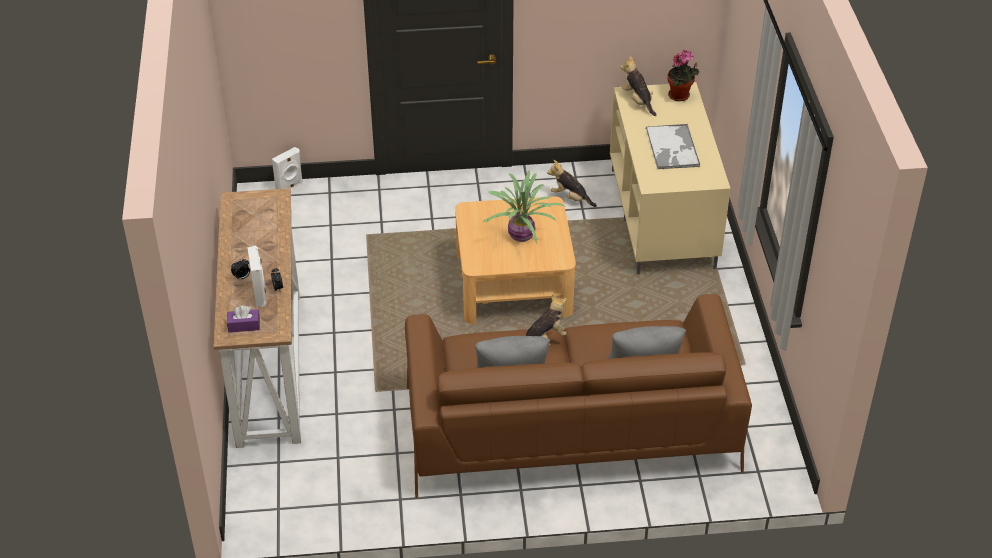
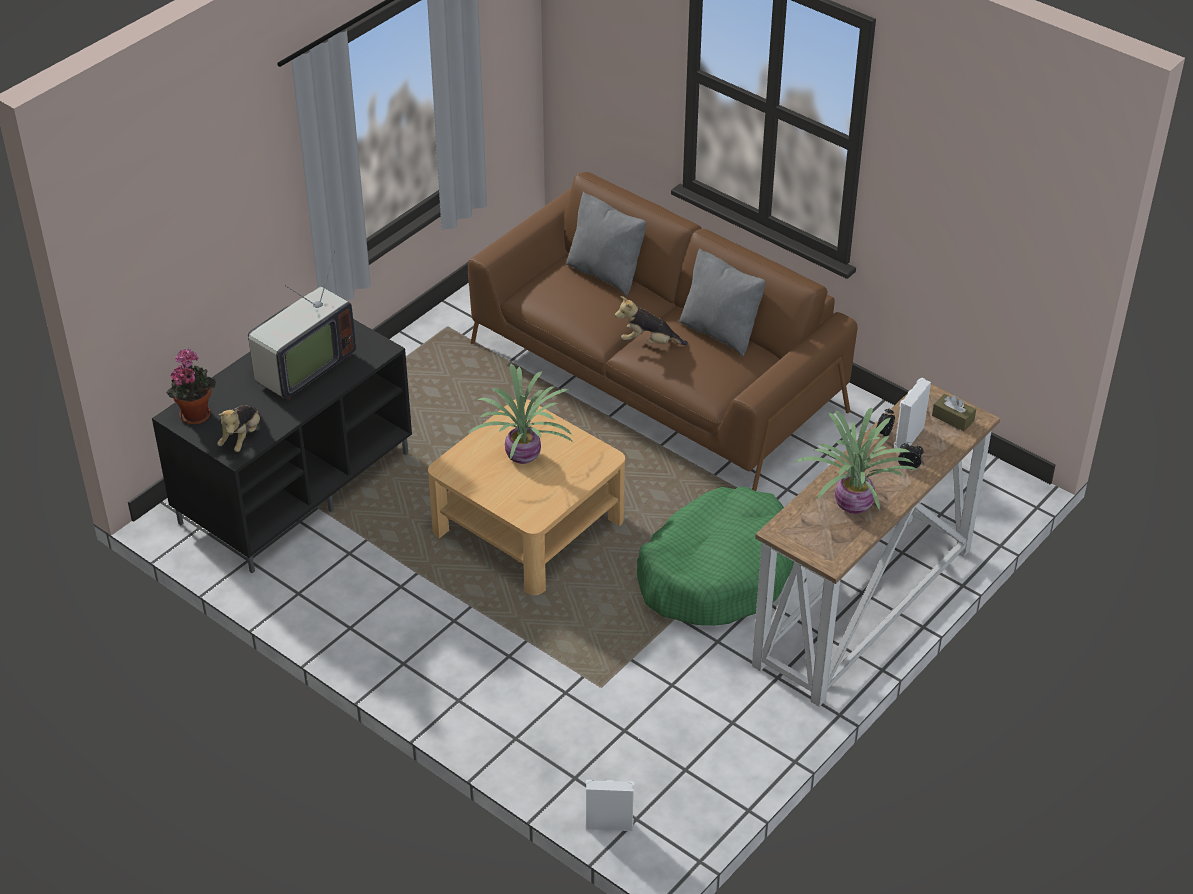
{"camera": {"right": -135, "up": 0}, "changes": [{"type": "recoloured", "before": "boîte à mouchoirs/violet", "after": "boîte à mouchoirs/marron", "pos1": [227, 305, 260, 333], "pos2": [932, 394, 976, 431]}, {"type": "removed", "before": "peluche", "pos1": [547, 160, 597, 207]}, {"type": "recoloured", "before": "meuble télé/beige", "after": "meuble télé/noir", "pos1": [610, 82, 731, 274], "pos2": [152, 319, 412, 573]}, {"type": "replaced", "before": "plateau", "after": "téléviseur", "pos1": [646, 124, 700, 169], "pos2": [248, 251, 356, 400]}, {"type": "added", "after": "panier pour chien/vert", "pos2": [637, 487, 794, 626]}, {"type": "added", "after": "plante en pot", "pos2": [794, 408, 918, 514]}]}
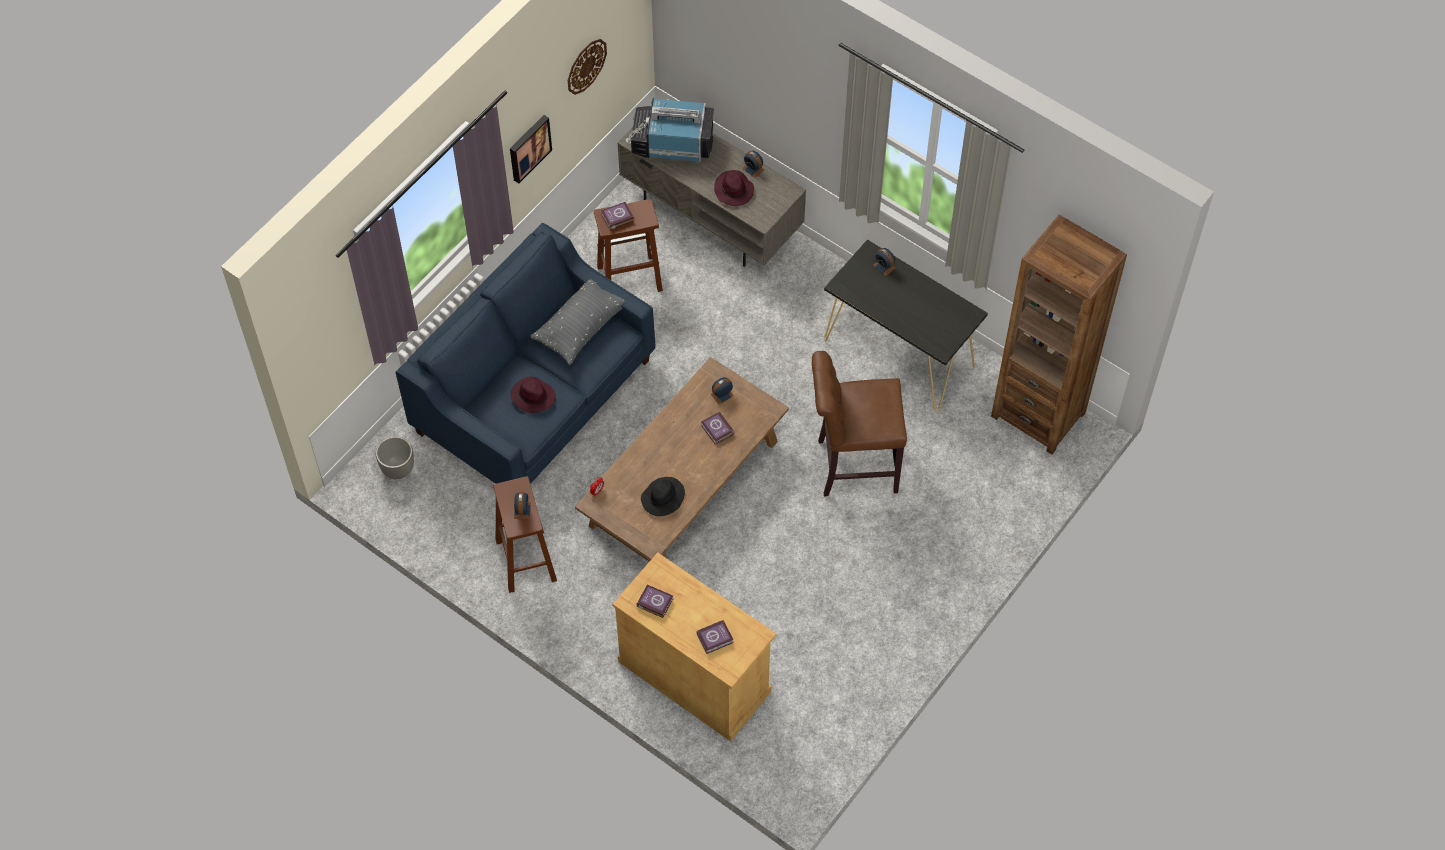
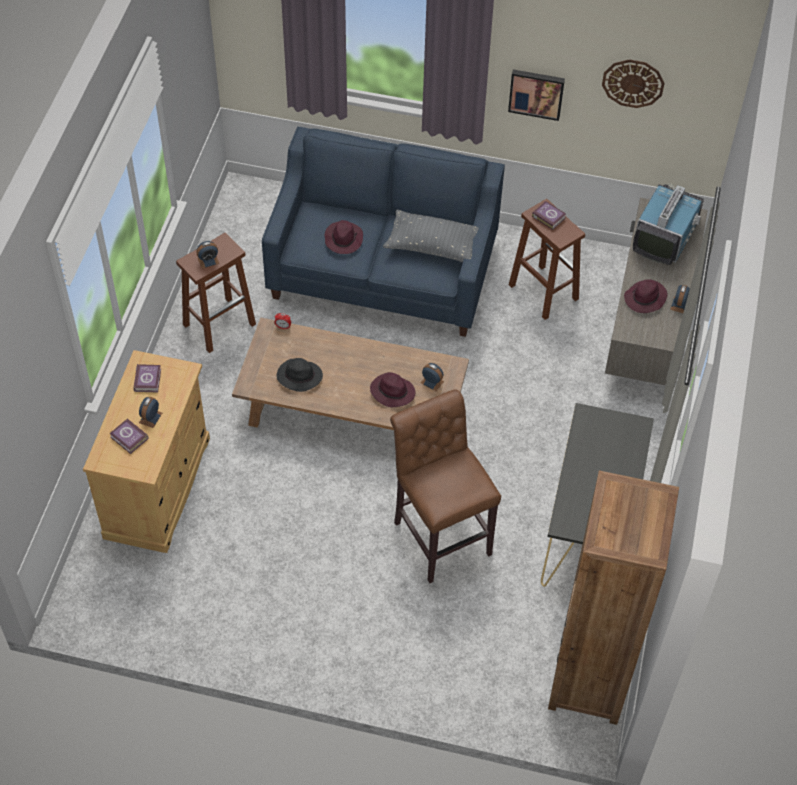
{"camera": {"right": 65, "up": -5}, "changes": [{"type": "removed", "before": "cache-pot", "pos1": [376, 436, 414, 479]}, {"type": "turned", "before": "téléviseur", "pos1": [626, 98, 714, 162], "pos2": [633, 183, 704, 265], "turn": 45}, {"type": "replaced", "before": "livre", "after": "chapeau/violet", "pos1": [701, 411, 734, 445], "pos2": [370, 372, 416, 407]}, {"type": "moved", "before": "réveil", "pos1": [873, 248, 896, 276], "pos2": [139, 397, 162, 428]}]}
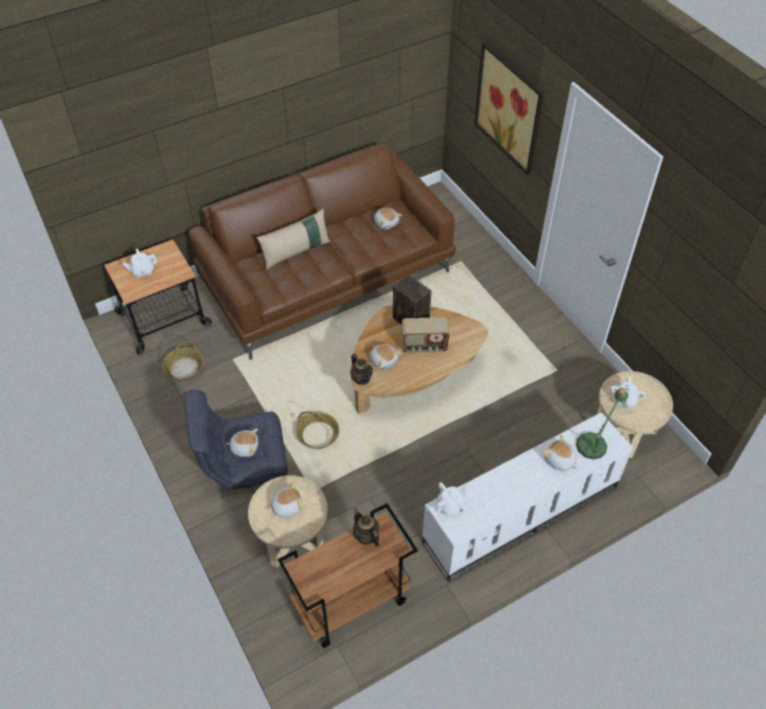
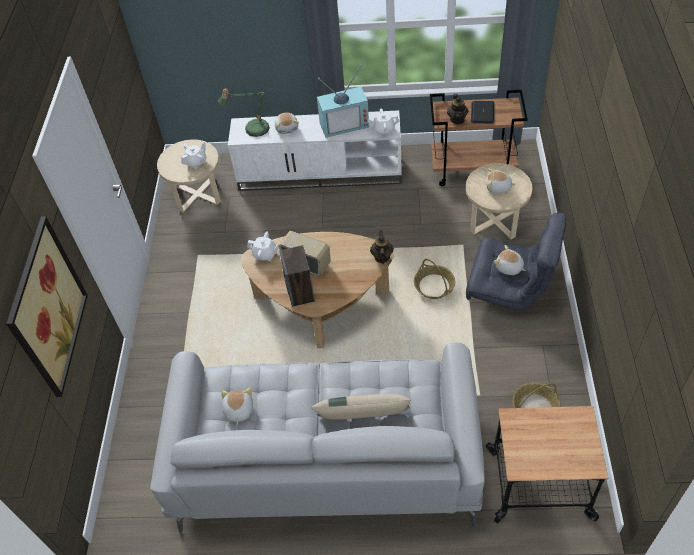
{"camera": {"right": -145, "up": 0}, "changes": [{"type": "moved", "before": "théière/blanc", "pos1": [122, 249, 158, 277], "pos2": [247, 231, 279, 261]}, {"type": "recoloured", "before": "canapé/marron", "after": "canapé/gris", "pos1": [188, 143, 456, 360], "pos2": [150, 342, 485, 533]}, {"type": "removed", "before": "peluche", "pos1": [370, 344, 402, 370]}, {"type": "added", "after": "téléviseur", "pos2": [317, 65, 369, 138]}, {"type": "added", "after": "ordinateur portable", "pos2": [471, 101, 494, 124]}]}
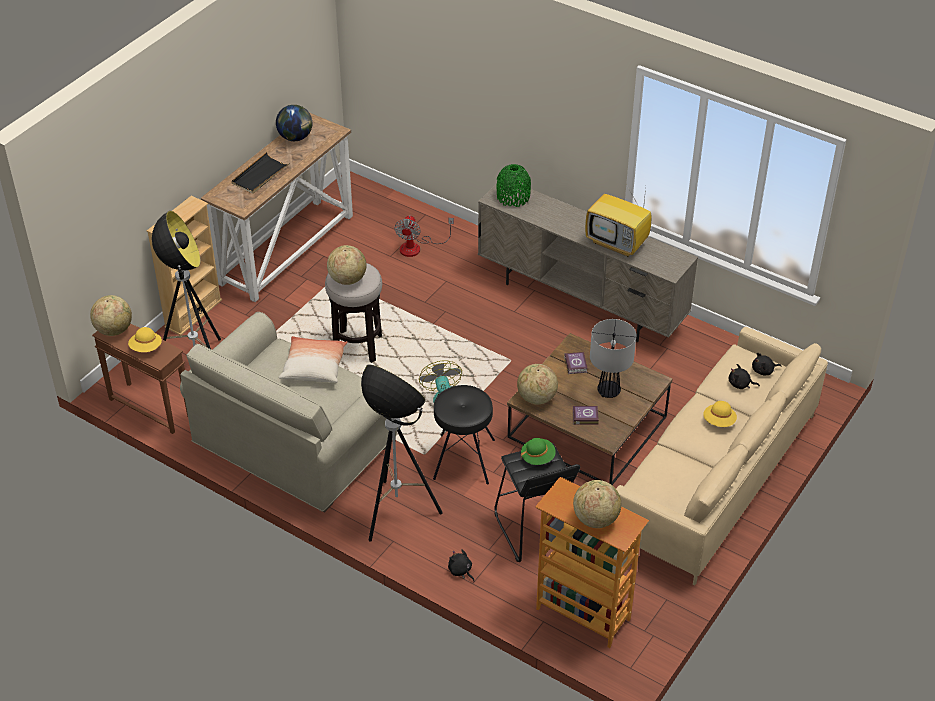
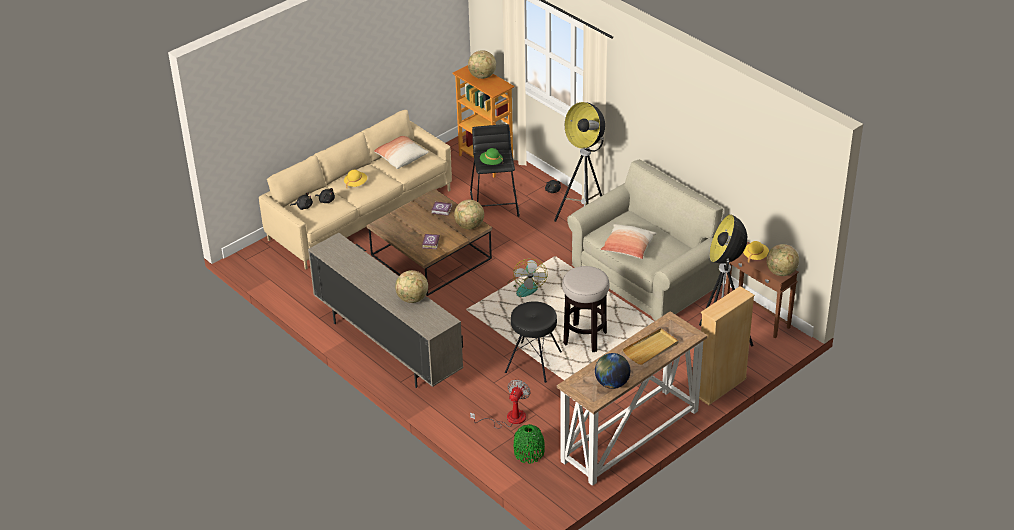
{"camera": {"right": -165, "up": -5}, "changes": [{"type": "recoloured", "before": "plateau/noir", "after": "plateau/beige", "pos1": [231, 152, 290, 194], "pos2": [623, 328, 678, 365]}, {"type": "moved", "before": "globe", "pos1": [327, 245, 367, 285], "pos2": [395, 270, 428, 303]}, {"type": "moved", "before": "tabouret/noir", "pos1": [433, 385, 495, 485], "pos2": [505, 301, 562, 383]}, {"type": "moved", "before": "vase/vert", "pos1": [497, 164, 531, 207], "pos2": [514, 424, 545, 464]}, {"type": "removed", "before": "téléviseur", "pos1": [585, 187, 652, 257]}, {"type": "removed", "before": "lampe de table", "pos1": [590, 319, 636, 398]}, {"type": "added", "after": "coussin", "pos2": [374, 136, 429, 169]}]}
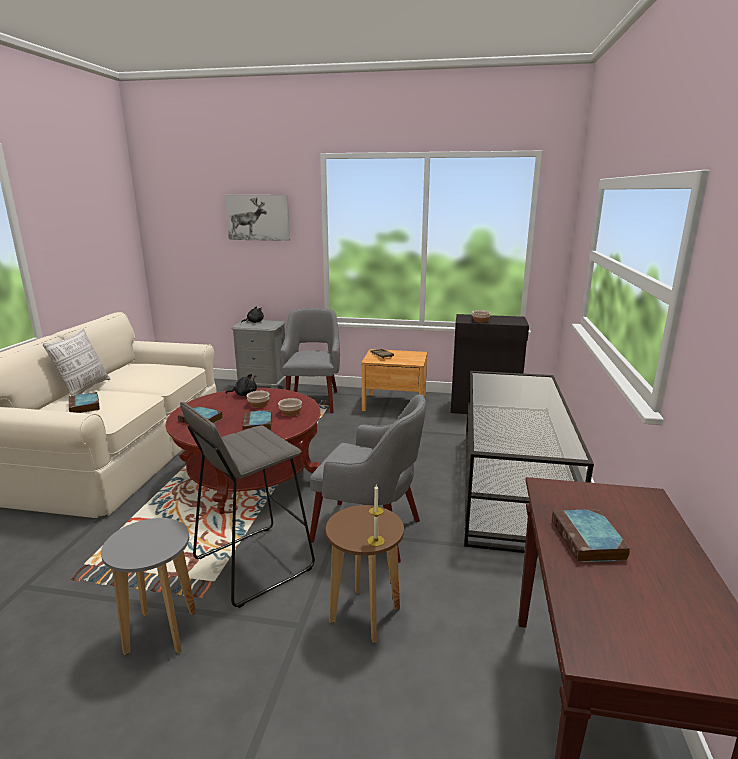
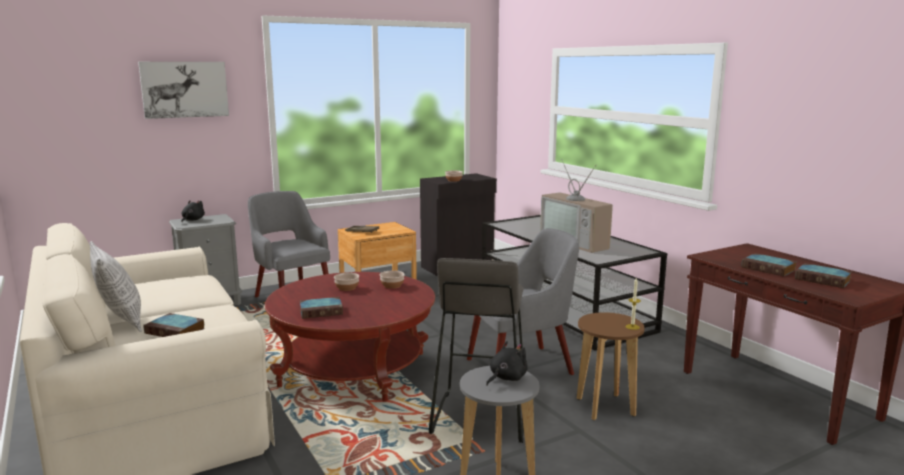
{"camera": {"right": -40, "up": -5}, "changes": [{"type": "moved", "before": "peluche/noir", "pos1": [225, 374, 257, 396], "pos2": [486, 341, 528, 386]}, {"type": "moved", "before": "livre", "pos1": [243, 410, 272, 431], "pos2": [795, 263, 852, 288]}, {"type": "added", "after": "téléviseur", "pos2": [540, 159, 613, 253]}]}
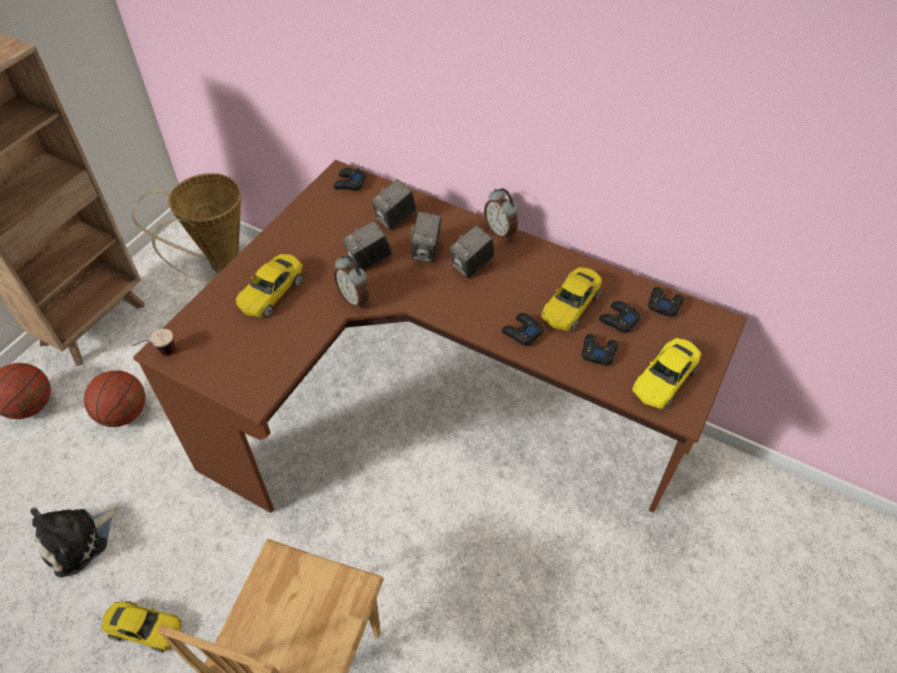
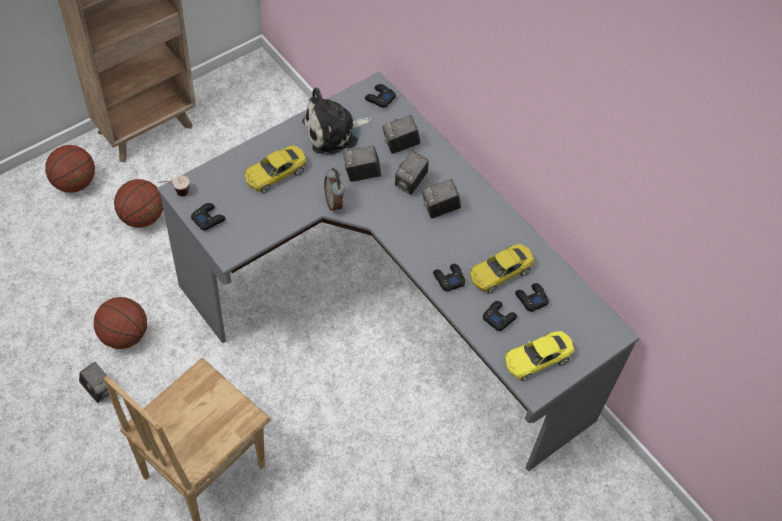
{"camera": {"right": 20, "up": 5}, "changes": [{"type": "moved", "before": "peluche", "pos1": [30, 506, 118, 577], "pos2": [302, 87, 372, 156]}, {"type": "replaced", "before": "petite voiture/jaune", "after": "appareil photo", "pos1": [101, 601, 181, 653], "pos2": [79, 362, 109, 403]}, {"type": "removed", "before": "panier", "pos1": [132, 173, 241, 281]}, {"type": "recoloured", "before": "bureau/marron", "after": "bureau/gris", "pos1": [133, 160, 747, 513], "pos2": [157, 72, 639, 472]}, {"type": "removed", "before": "réveil", "pos1": [484, 188, 518, 241]}, {"type": "moved", "before": "manette/noir", "pos1": [648, 287, 684, 317], "pos2": [191, 203, 225, 230]}, {"type": "added", "after": "ballon de basket", "pos2": [94, 297, 147, 349]}]}
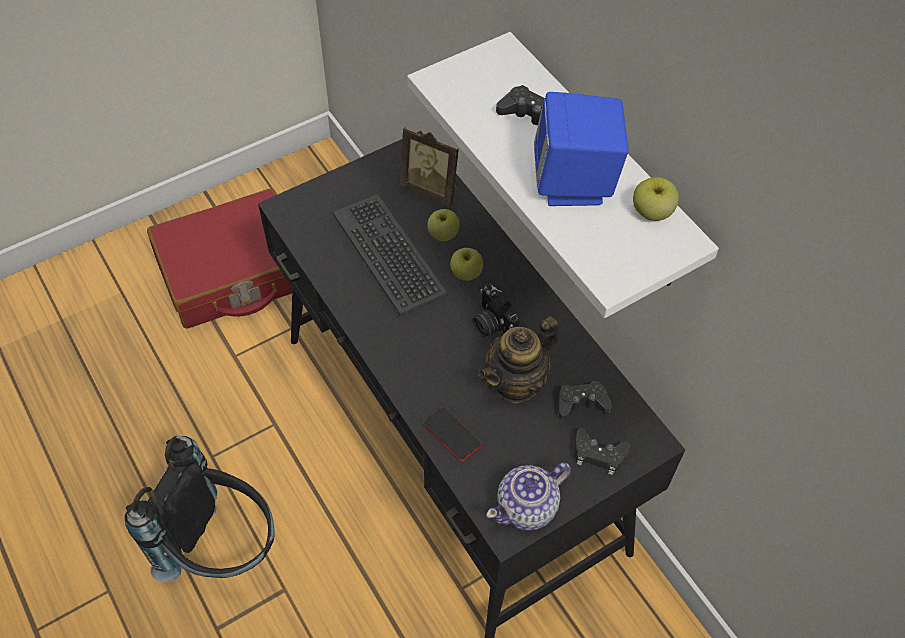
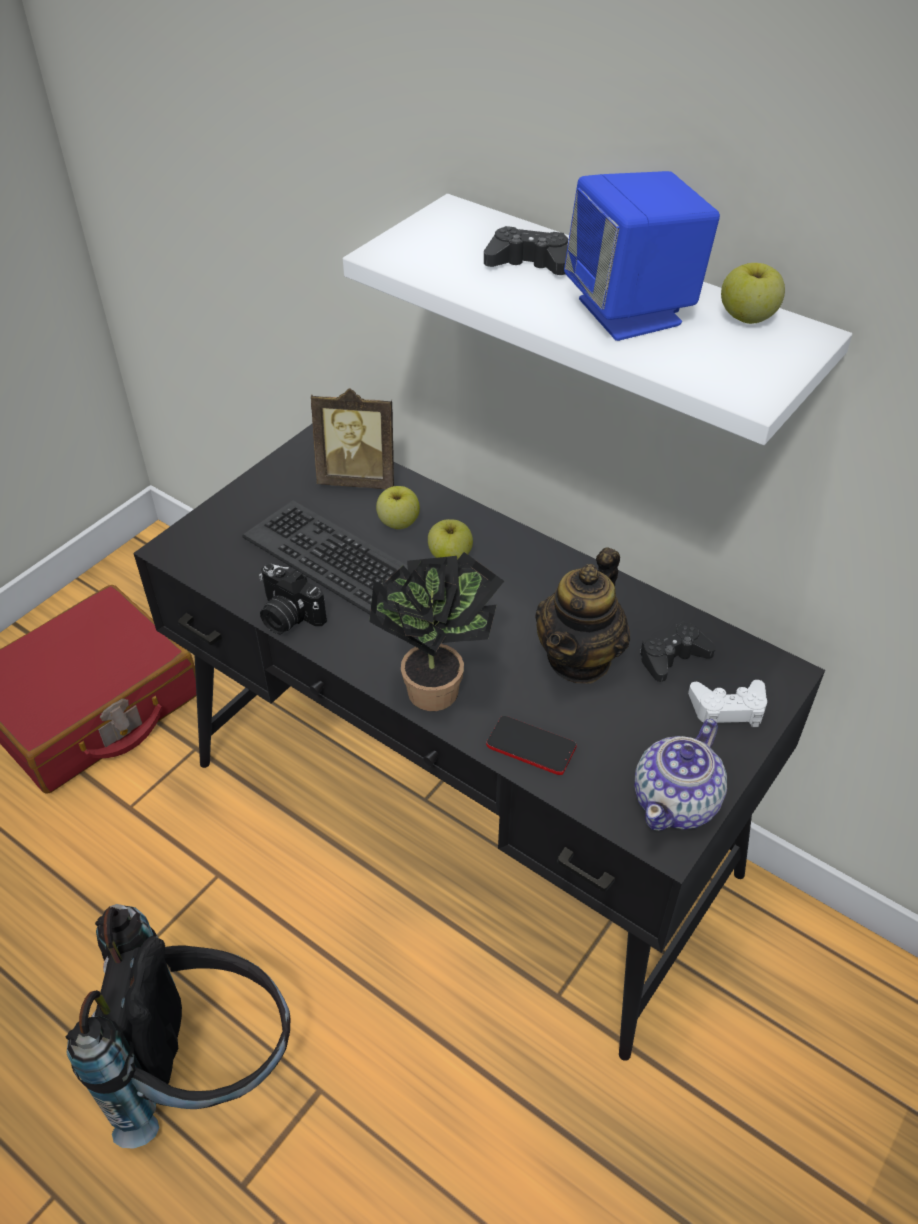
{"camera": {"right": -20, "up": -10}, "changes": [{"type": "moved", "before": "appareil photo", "pos1": [473, 284, 519, 337], "pos2": [259, 563, 327, 634]}, {"type": "recoloured", "before": "manette/noir", "after": "manette/blanc", "pos1": [574, 428, 630, 475], "pos2": [688, 680, 767, 727]}, {"type": "added", "after": "plante en pot", "pos2": [369, 552, 504, 711]}]}
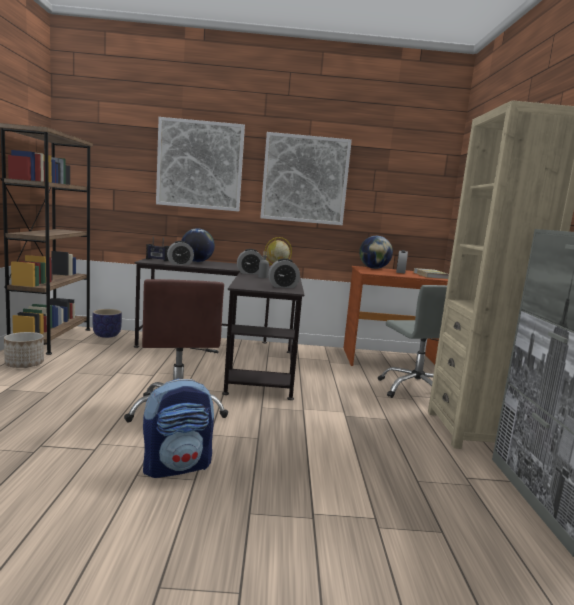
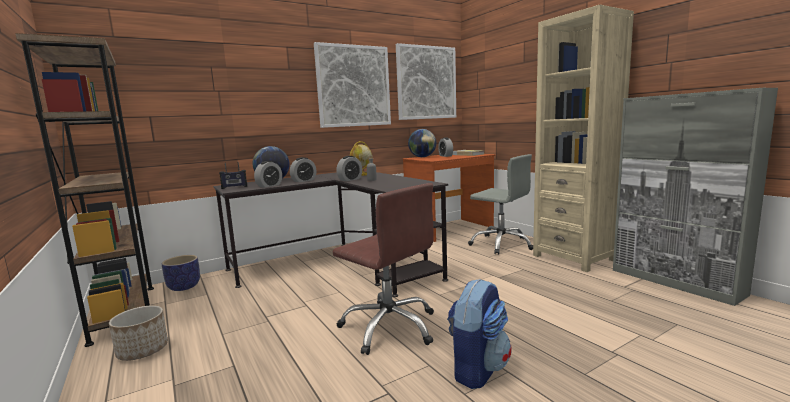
{"camera": {"right": -30, "up": 0}, "changes": [{"type": "moved", "before": "tableau", "pos1": [156, 117, 245, 212], "pos2": [396, 43, 456, 120]}, {"type": "moved", "before": "réveil", "pos1": [268, 258, 300, 288], "pos2": [290, 157, 317, 182]}]}
